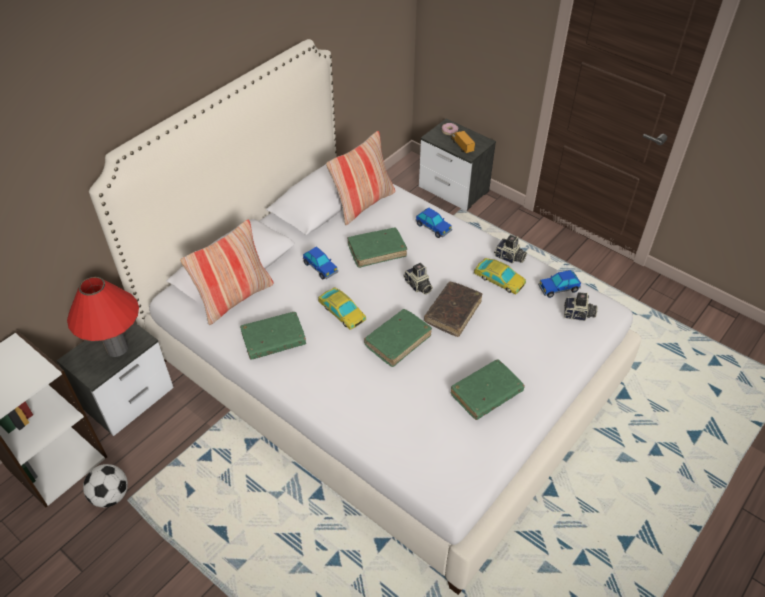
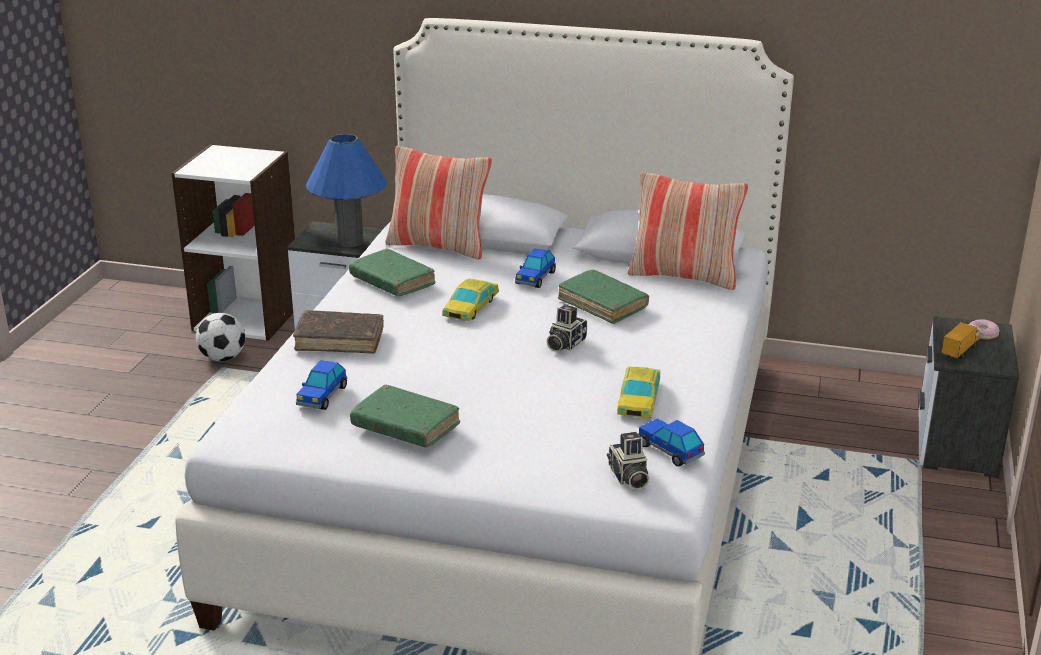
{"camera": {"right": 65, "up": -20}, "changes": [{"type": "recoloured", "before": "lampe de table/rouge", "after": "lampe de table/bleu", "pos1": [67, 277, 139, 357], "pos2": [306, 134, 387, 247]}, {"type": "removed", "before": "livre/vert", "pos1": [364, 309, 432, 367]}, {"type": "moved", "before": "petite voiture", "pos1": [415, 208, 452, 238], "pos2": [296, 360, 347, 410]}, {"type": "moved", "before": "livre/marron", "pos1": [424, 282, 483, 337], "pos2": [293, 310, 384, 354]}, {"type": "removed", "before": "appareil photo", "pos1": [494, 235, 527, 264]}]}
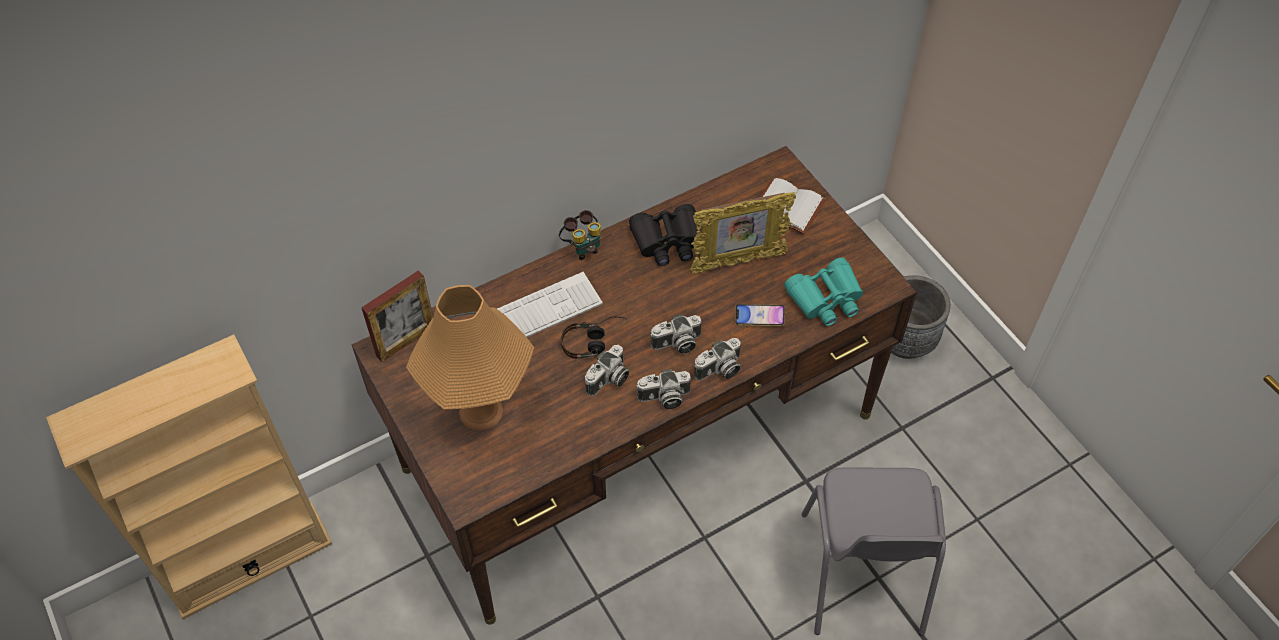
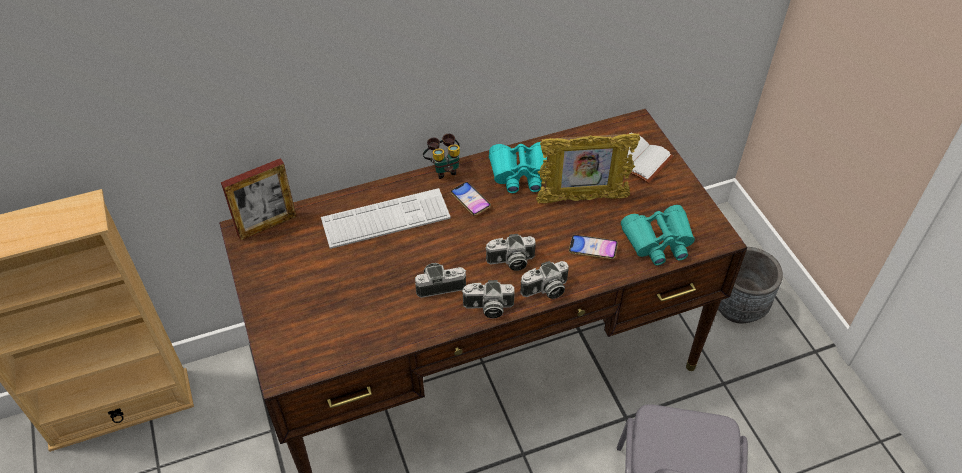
{"camera": {"right": 10, "up": -5}, "changes": [{"type": "removed", "before": "lampe de table/orange", "pos1": [406, 285, 534, 430]}, {"type": "removed", "before": "casque audio", "pos1": [561, 316, 628, 359]}, {"type": "turned", "before": "appareil photo", "pos1": [585, 345, 629, 396], "pos2": [415, 263, 466, 298], "turn": -150}, {"type": "recoloured", "before": "jumelles/noir", "after": "jumelles/turquoise", "pos1": [629, 204, 699, 266], "pos2": [489, 142, 547, 193]}, {"type": "added", "after": "téléphone", "pos2": [451, 182, 491, 216]}]}
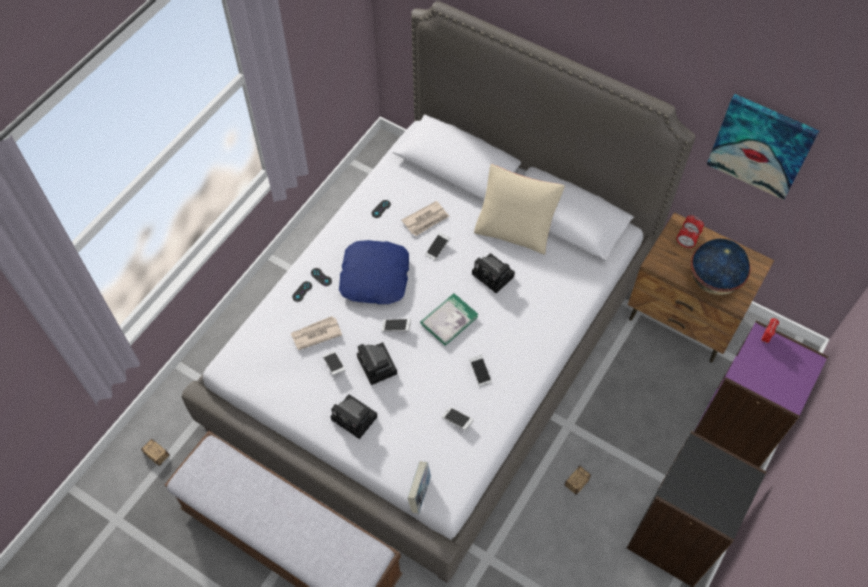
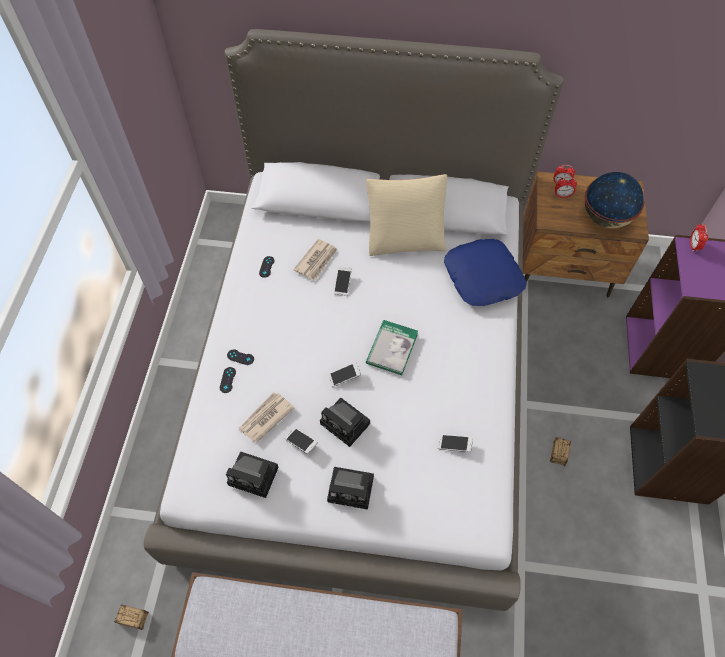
{"camera": {"right": -25, "up": 0}, "changes": [{"type": "moved", "before": "coussin/bleu", "pos1": [339, 240, 409, 304], "pos2": [444, 239, 527, 306]}, {"type": "removed", "before": "livre", "pos1": [407, 461, 431, 514]}, {"type": "removed", "before": "téléphone", "pos1": [469, 355, 492, 387]}, {"type": "moved", "before": "appareil photo", "pos1": [472, 253, 515, 293], "pos2": [226, 452, 279, 498]}, {"type": "removed", "before": "tableau", "pos1": [707, 94, 819, 200]}]}
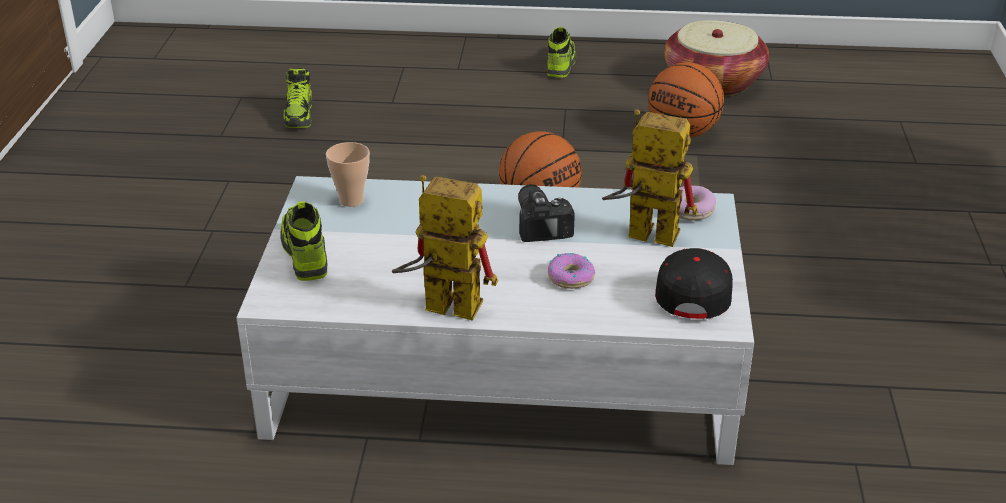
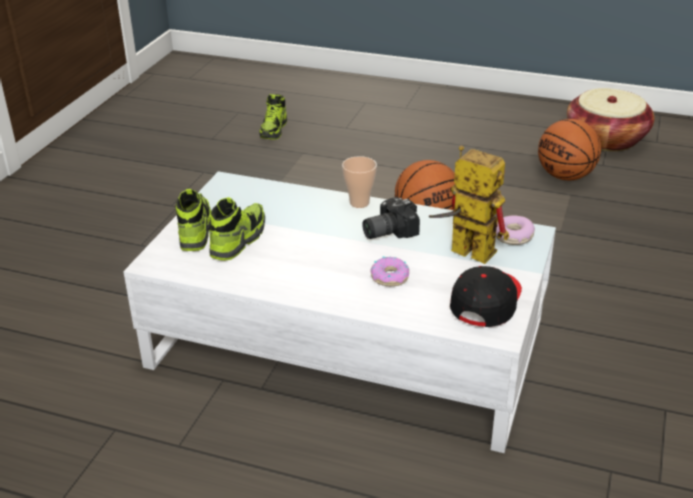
{"camera": {"right": 15, "up": 0}, "changes": [{"type": "moved", "before": "tasse", "pos1": [326, 142, 370, 207], "pos2": [342, 156, 377, 208]}, {"type": "removed", "before": "robot jouet", "pos1": [392, 175, 498, 321]}, {"type": "turned", "before": "appareil photo", "pos1": [518, 184, 575, 242], "pos2": [362, 197, 420, 239], "turn": -120}, {"type": "moved", "before": "chaussure", "pos1": [547, 27, 576, 78], "pos2": [210, 197, 265, 261]}]}
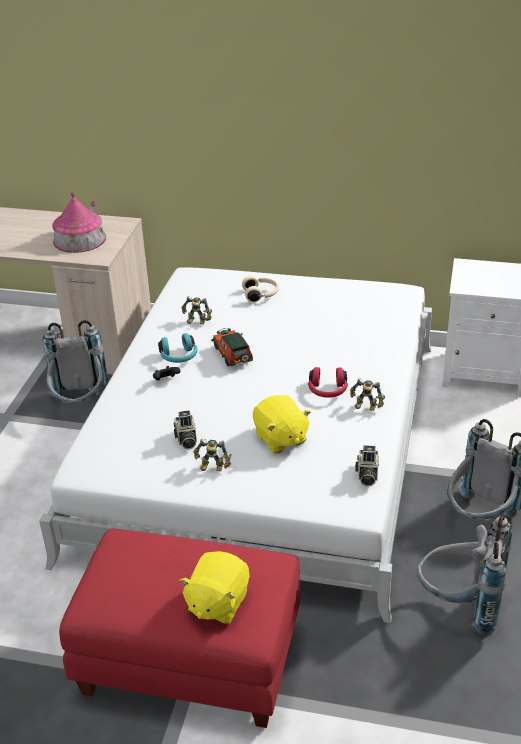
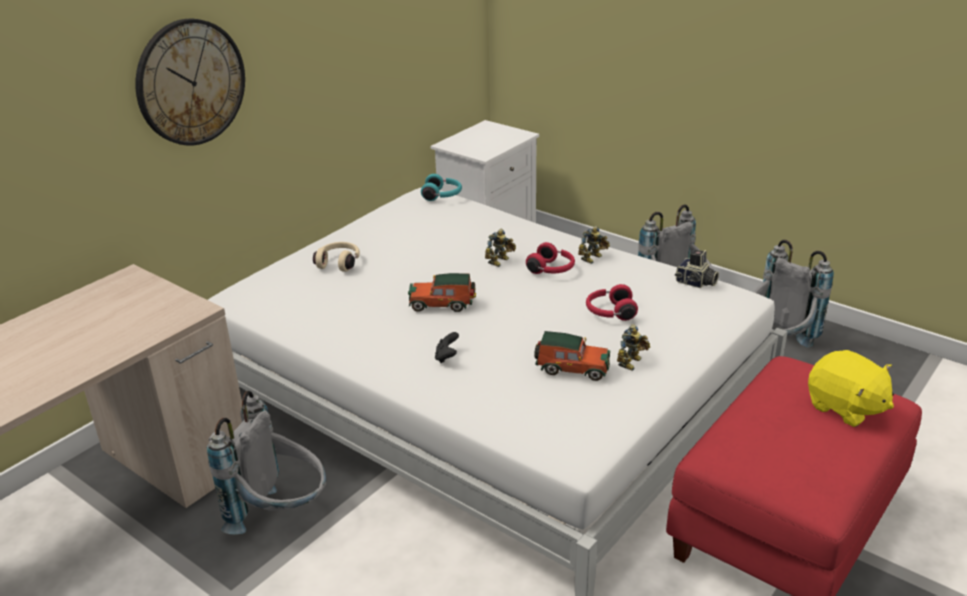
{"camera": {"right": -65, "up": -5}, "changes": [{"type": "removed", "before": "maison miniature", "pos1": [52, 191, 106, 253]}, {"type": "moved", "before": "casque audio/turquoise", "pos1": [158, 333, 197, 363], "pos2": [421, 174, 462, 201]}, {"type": "replaced", "before": "appareil photo", "after": "petite voiture", "pos1": [174, 410, 197, 449], "pos2": [534, 331, 610, 381]}, {"type": "moved", "before": "robot jouet", "pos1": [181, 296, 212, 324], "pos2": [485, 229, 516, 267]}, {"type": "replaced", "before": "peluche/jaune", "after": "casque audio/rouge", "pos1": [253, 395, 311, 453], "pos2": [586, 284, 638, 321]}, {"type": "added", "after": "horloge murale", "pos2": [135, 18, 245, 145]}]}
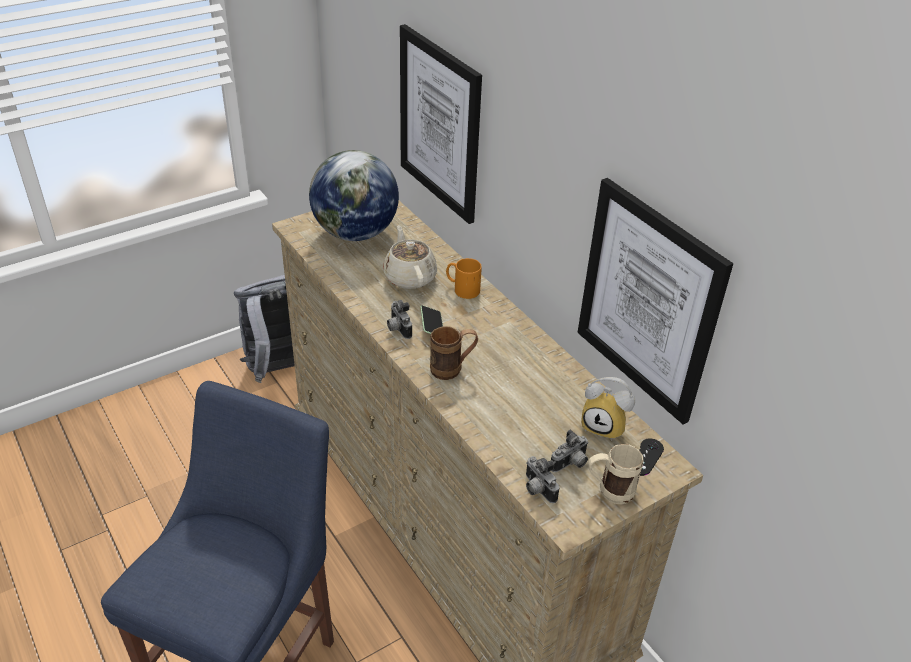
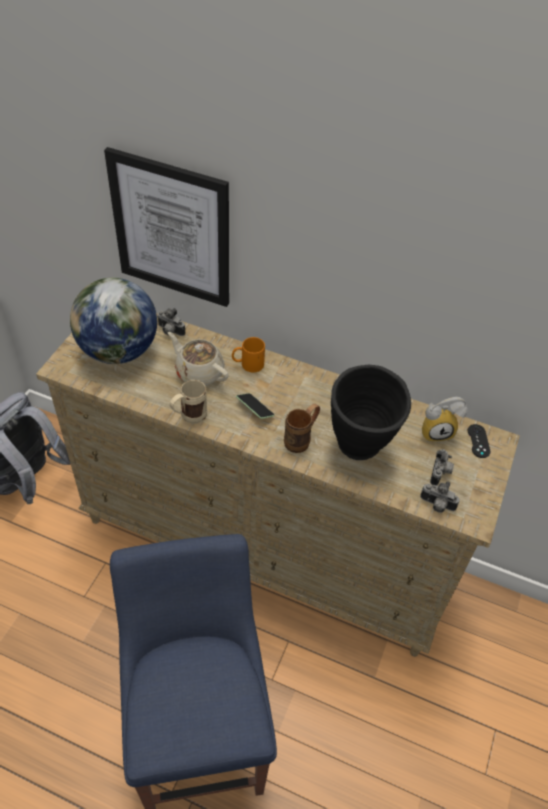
{"camera": {"right": -35, "up": 10}, "changes": [{"type": "moved", "before": "appareil photo", "pos1": [387, 300, 412, 339], "pos2": [157, 308, 186, 336]}, {"type": "removed", "before": "tableau", "pos1": [578, 178, 733, 425]}, {"type": "moved", "before": "mug/beige", "pos1": [588, 444, 643, 504], "pos2": [169, 380, 207, 424]}, {"type": "added", "after": "vase/noir", "pos2": [331, 364, 411, 460]}]}
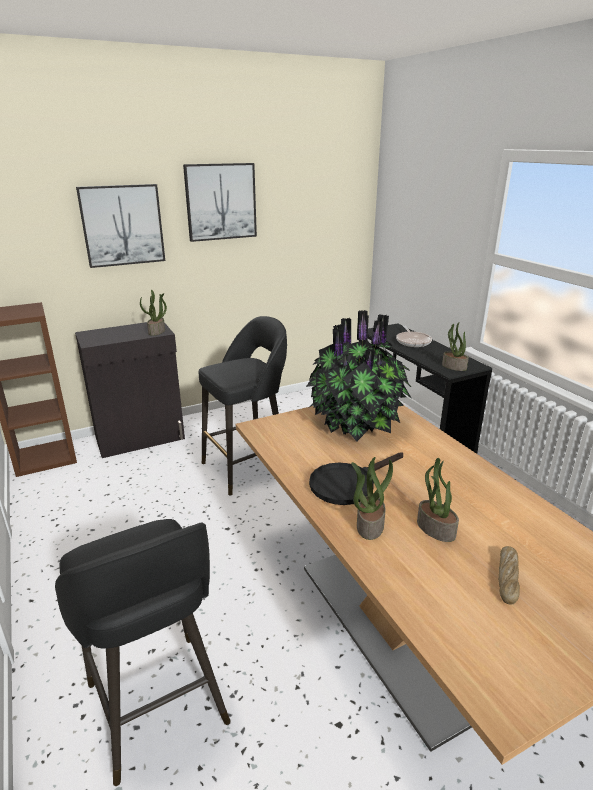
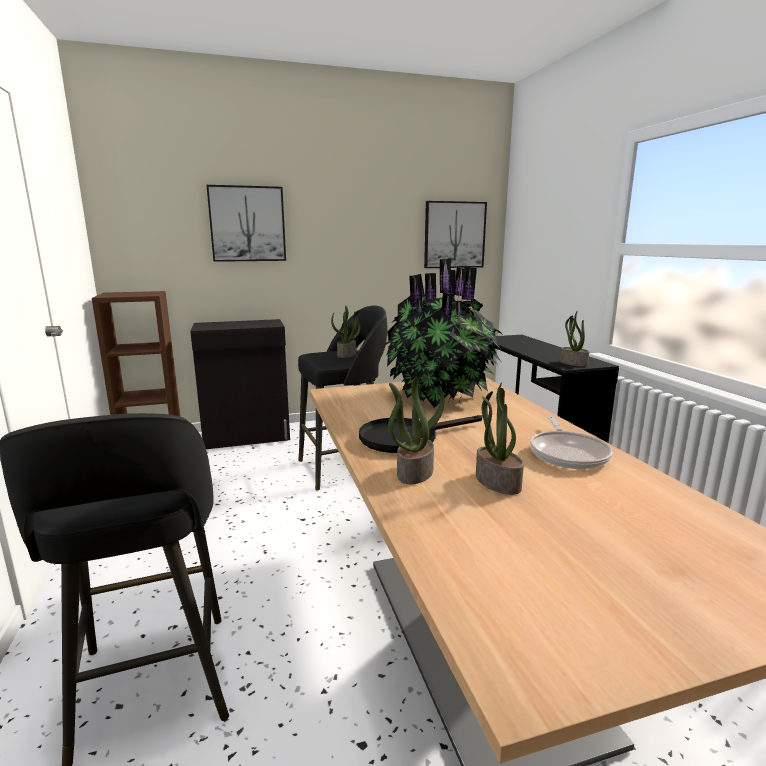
{"camera": {"right": 10, "up": -10}, "changes": [{"type": "moved", "before": "plante en pot", "pos1": [140, 290, 167, 336], "pos2": [331, 306, 361, 358]}, {"type": "moved", "before": "tableau", "pos1": [183, 163, 257, 242], "pos2": [424, 201, 487, 268]}, {"type": "moved", "before": "poêle", "pos1": [396, 325, 432, 347], "pos2": [530, 416, 612, 469]}, {"type": "removed", "before": "pain", "pos1": [498, 546, 520, 605]}]}
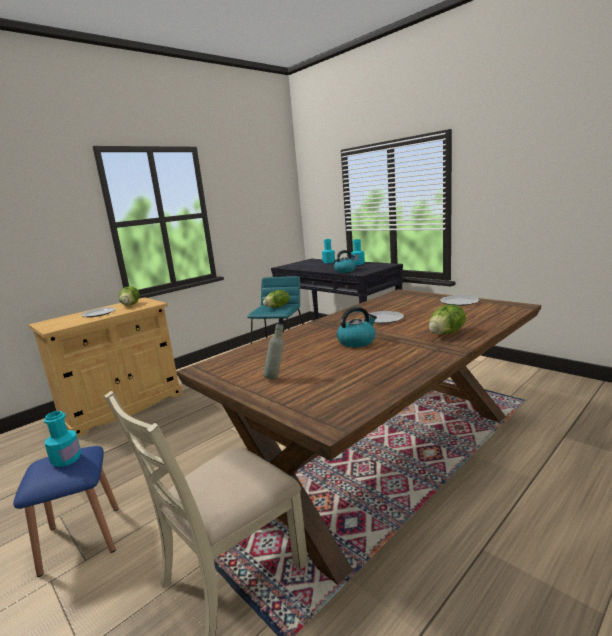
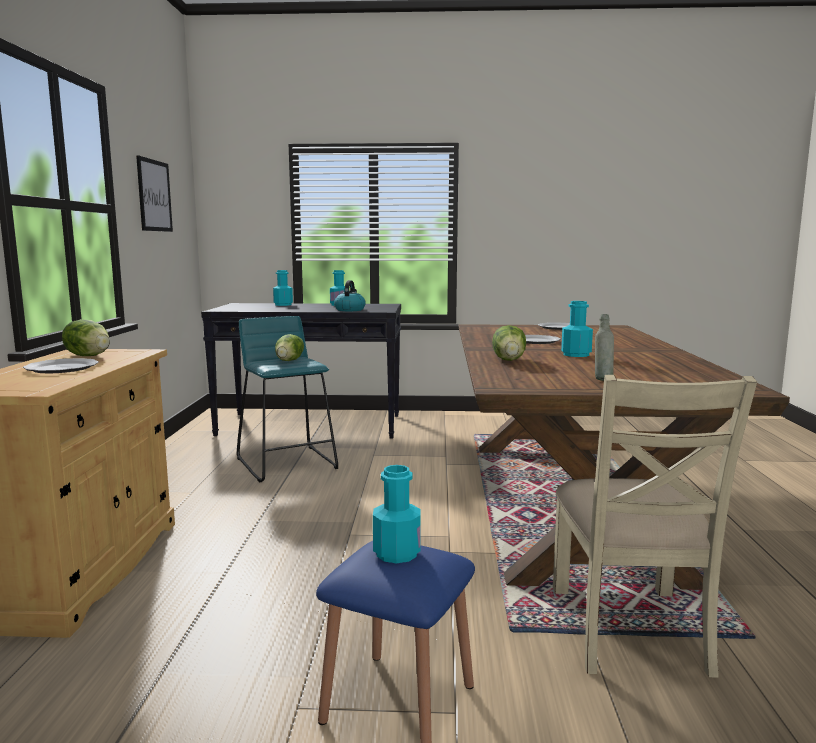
{"camera": {"right": -45, "up": -5}, "changes": [{"type": "replaced", "before": "bouilloire", "after": "bouteille/turquoise", "pos1": [337, 306, 377, 347], "pos2": [561, 301, 593, 357]}, {"type": "moved", "before": "laitue", "pos1": [429, 305, 466, 335], "pos2": [492, 325, 526, 361]}, {"type": "added", "after": "tableau", "pos2": [136, 155, 173, 232]}]}
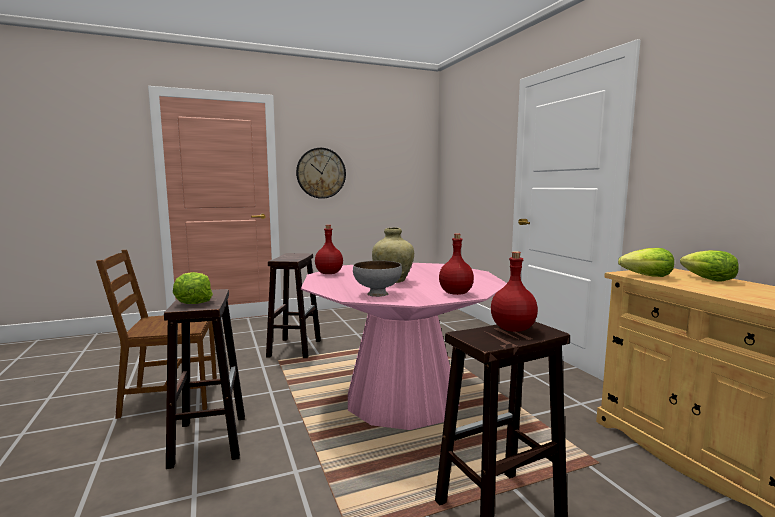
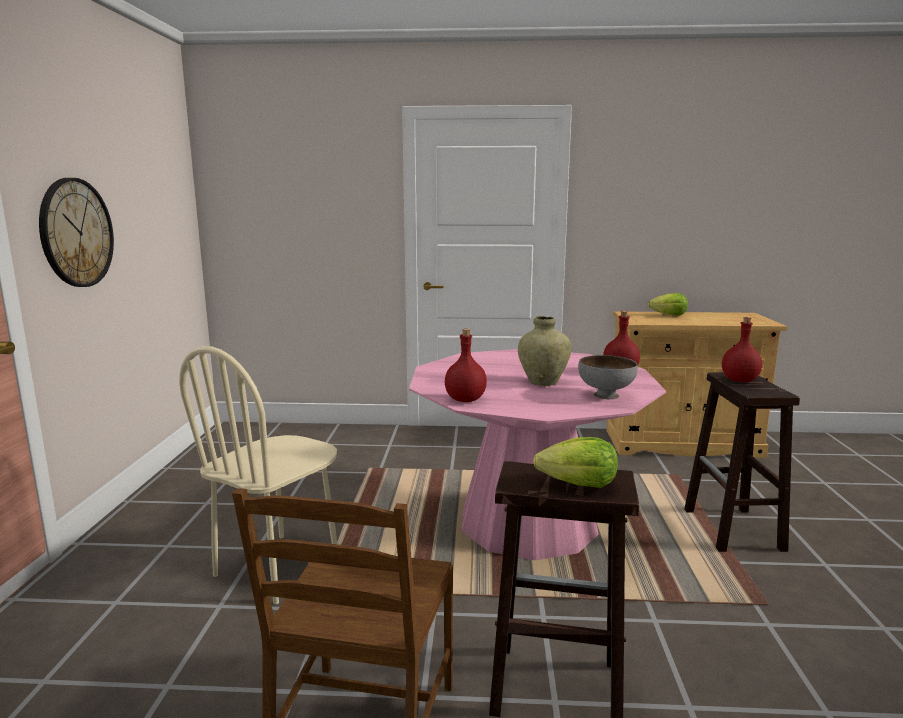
{"camera": {"right": -65, "up": 5}, "changes": [{"type": "replaced", "before": "tabouret/marron", "after": "chaise/beige", "pos1": [266, 253, 321, 358], "pos2": [179, 346, 337, 604]}, {"type": "removed", "before": "laitue", "pos1": [618, 248, 674, 277]}]}
